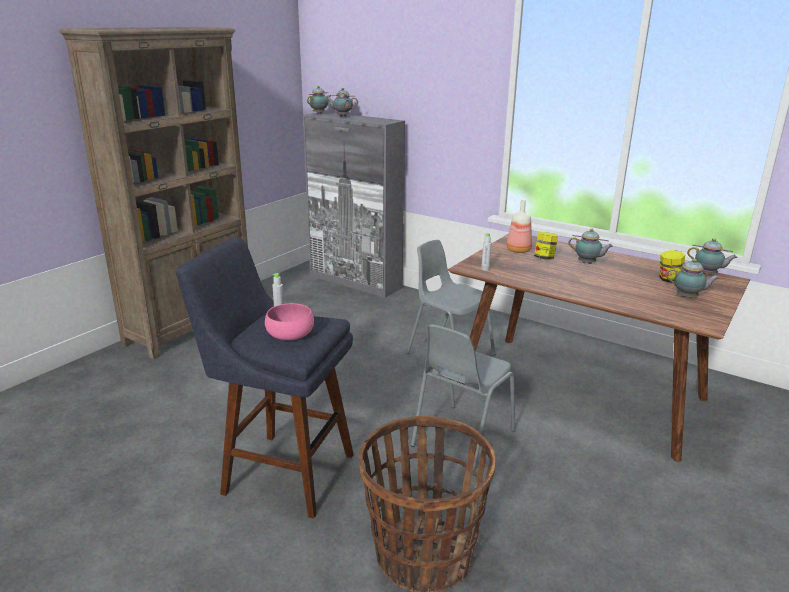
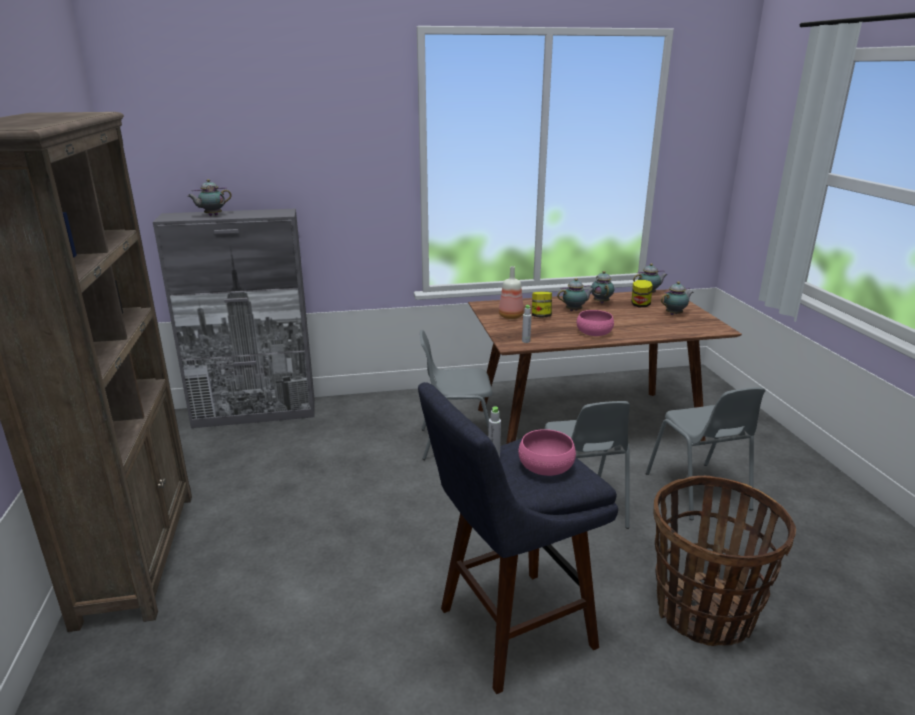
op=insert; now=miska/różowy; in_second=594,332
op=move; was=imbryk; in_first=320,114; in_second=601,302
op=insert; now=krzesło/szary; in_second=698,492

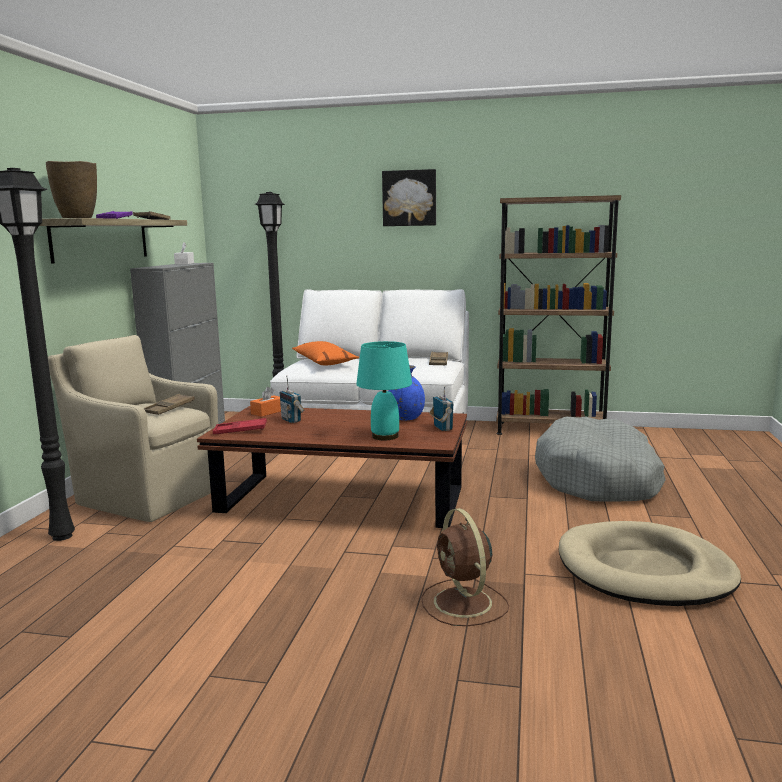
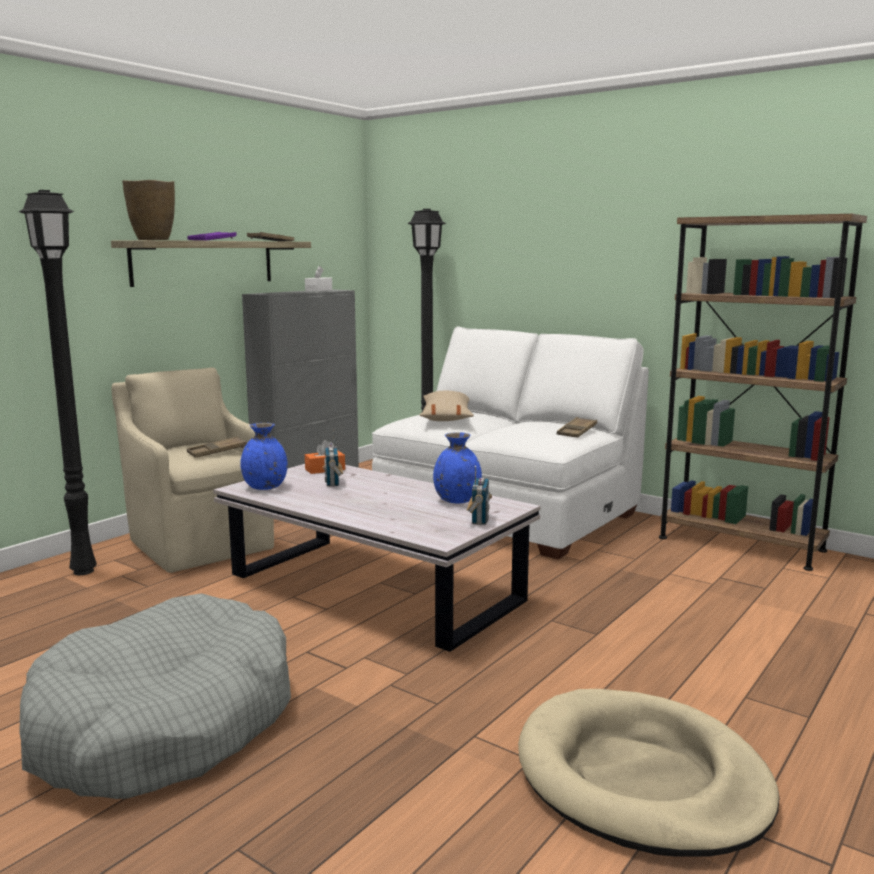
op=move; was=legowisko/szary; in_first=599,479; in_second=164,723
op=recolor; was=ława/brązowy; now=ława/biały; in_first=342,501; in_second=374,590
op=replace; was=taca/czerwony; now=wazon/niebieski; in_first=240,430; in_second=265,487
op=recolor; was=poduszka/pomarańczowy; now=poduszka/beżowy; in_first=324,362; in_second=446,417
op=delete; was=lampa stołowa/turkusowy; in_first=385,436
op=delete; was=obraz; in_first=409,198
op=delete; was=wentylator/brązowy; in_first=464,603

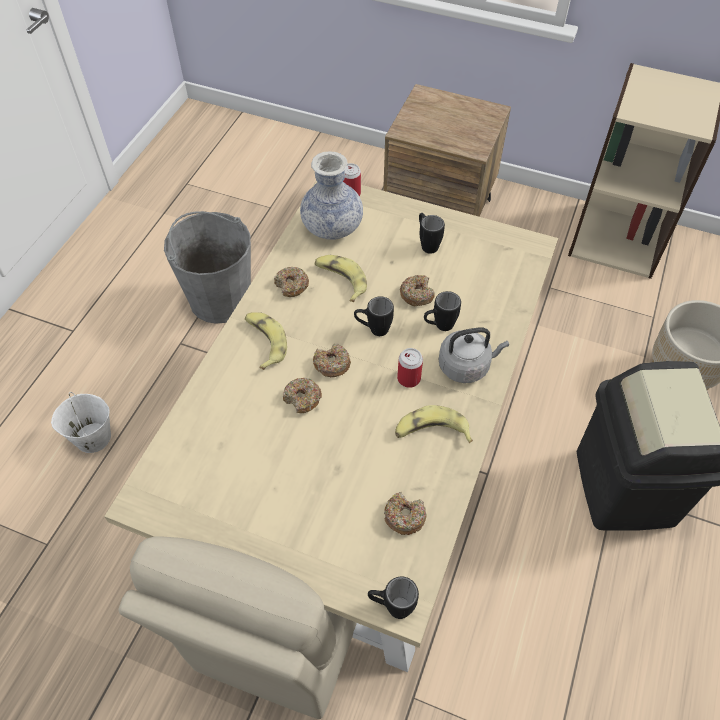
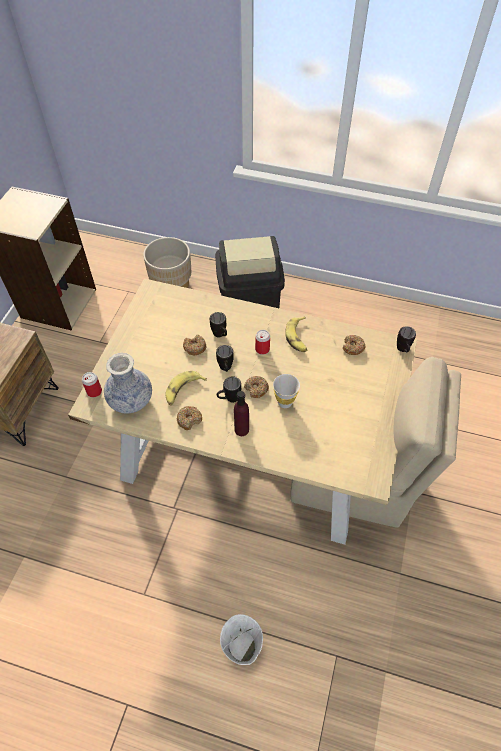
op=move; was=kubek/czarny; in_first=427,243; in_second=229,399
op=replace; was=banan; now=butelka/fioletowy; in_first=265,342; in_second=241,429
op=replace; was=donut; now=filiżanka/biały; in_first=302,399; in_second=285,402
op=delete; was=wiadro/szary; in_first=220,298
op=delete; was=czajnik/szary; in_first=466,366

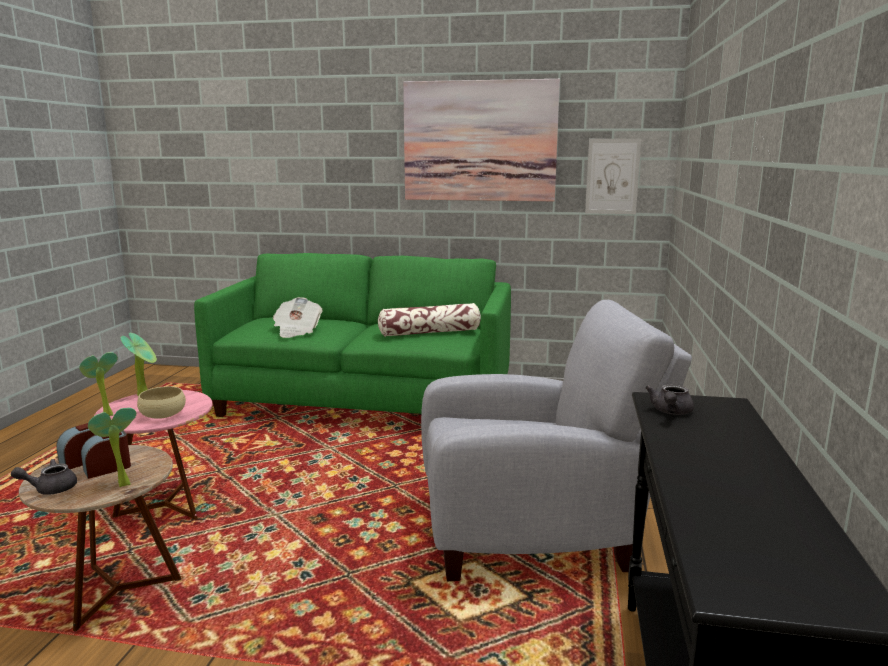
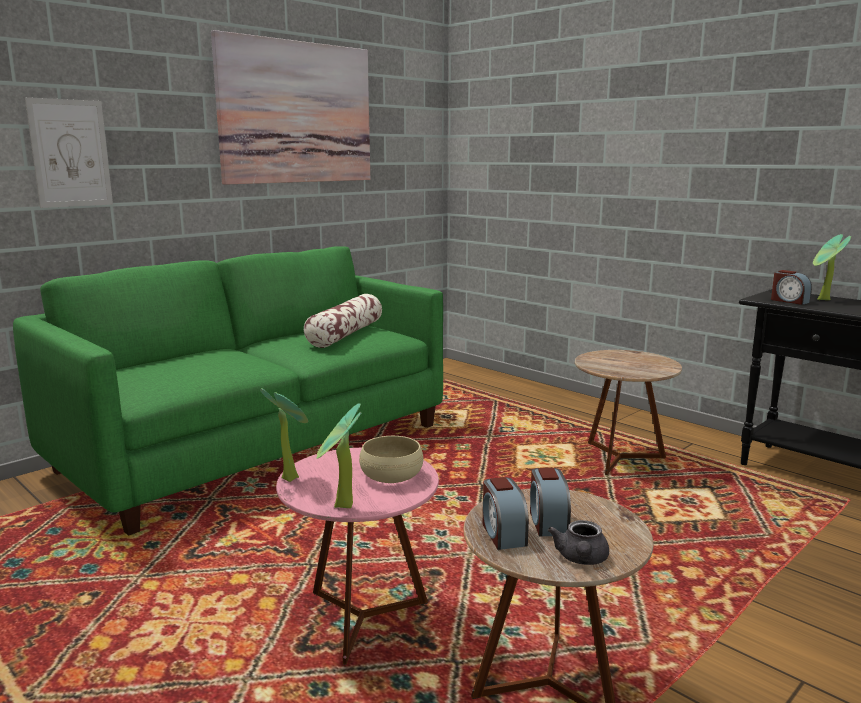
op=move; was=obraz; in_first=612,176; in_second=70,153
op=replace; was=fotel/szary; now=stolik/brązowy; in_first=535,531; in_second=620,459
op=replace; was=imbryk/szary; now=budzik; in_first=670,412; in_second=789,301
op=move; was=roślina doniczkowa; in_first=120,484; in_second=823,300
op=delete; was=gazeta; in_first=297,331

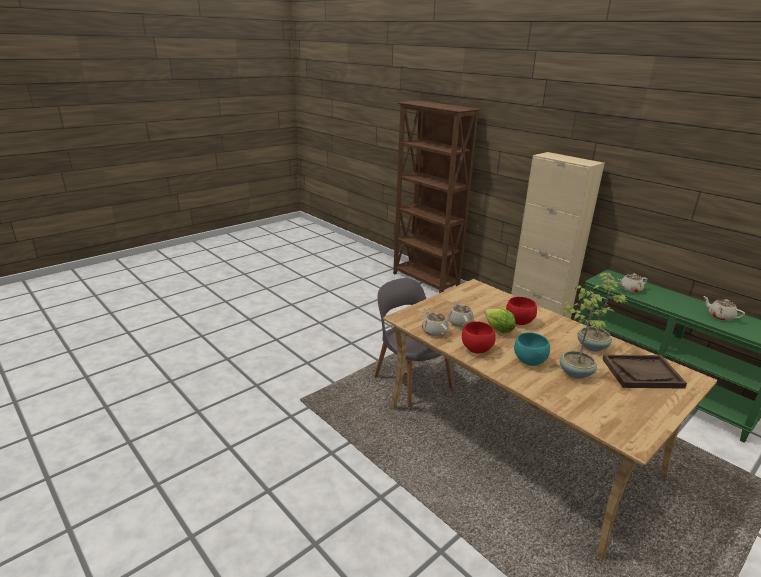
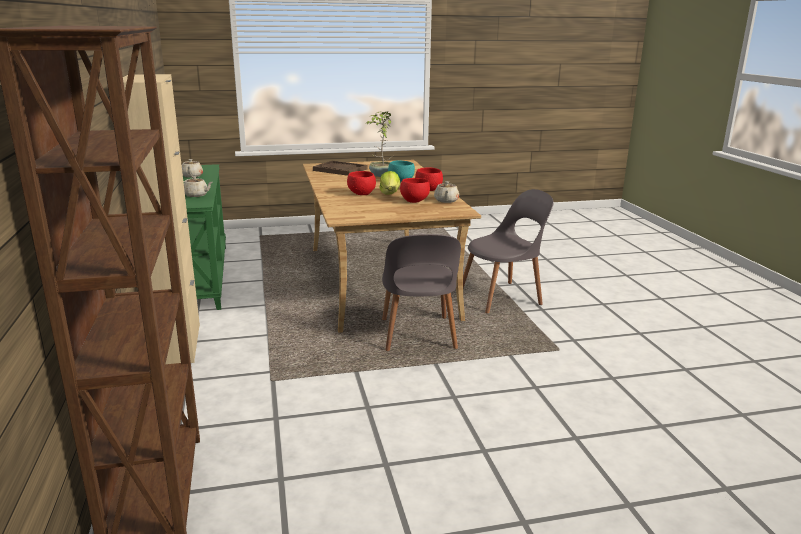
op=replace; was=imbryk/beżowy; now=miska/czerwony; in_first=460,322; in_second=414,201
op=insert; now=krzesło/szary; in_second=503,297
op=delete; was=roślina doniczkowa; in_first=591,346

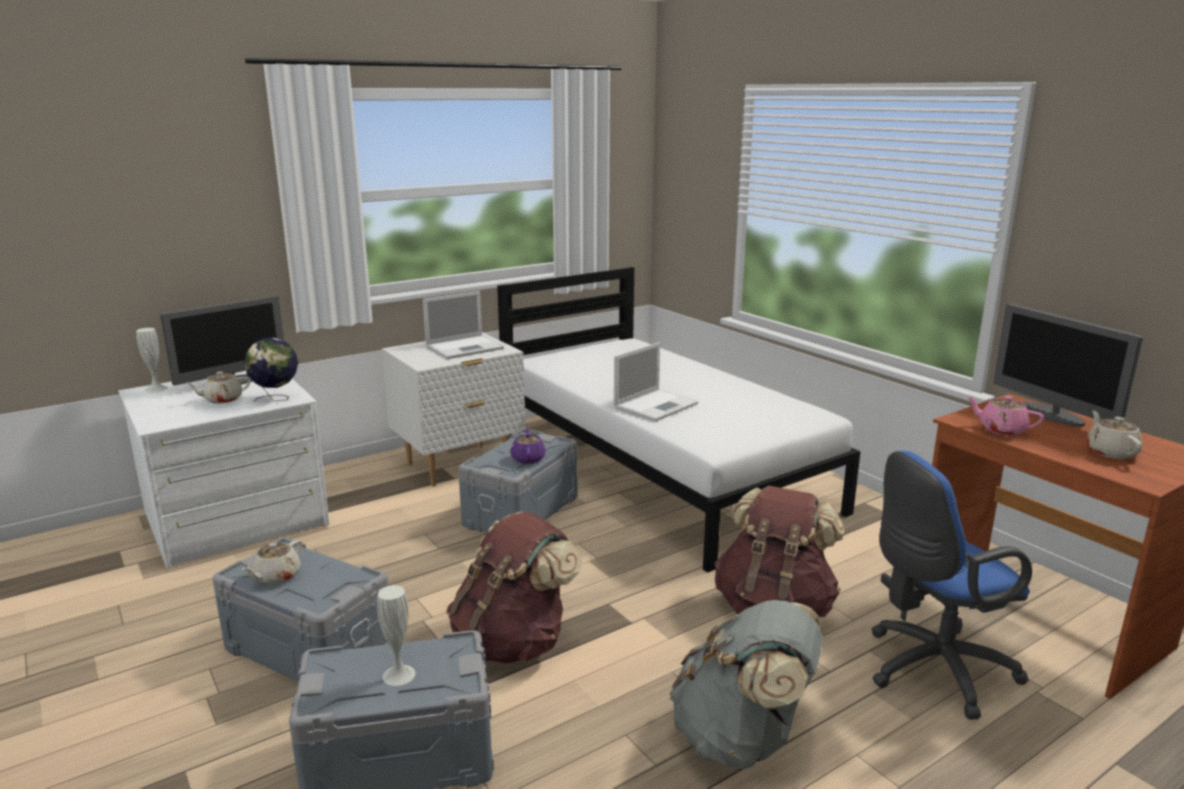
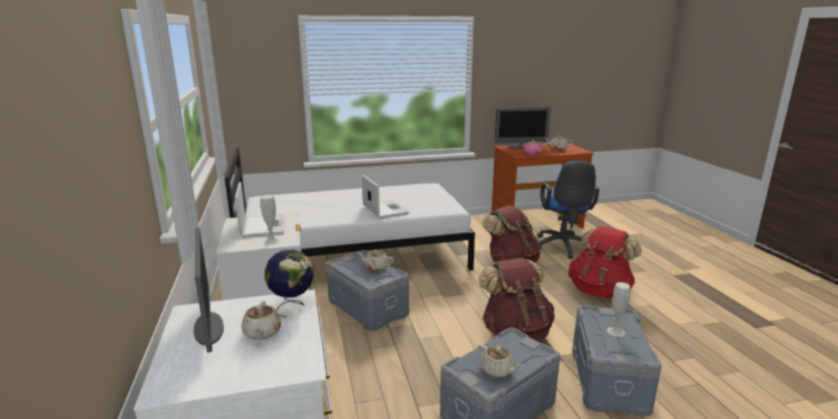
op=move; was=wazon/biały; in_first=156,389; in_second=271,241
op=recolor; was=imbryk/fioletowy; now=imbryk/beżowy; in_first=528,458; in_second=376,267
op=recolor; was=plecak/szary; now=plecak/czerwony; in_first=742,739; in_second=599,291

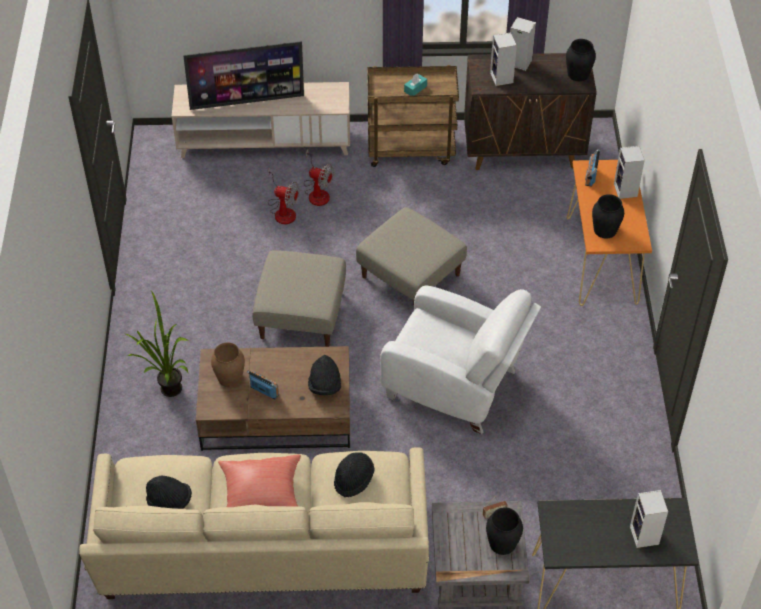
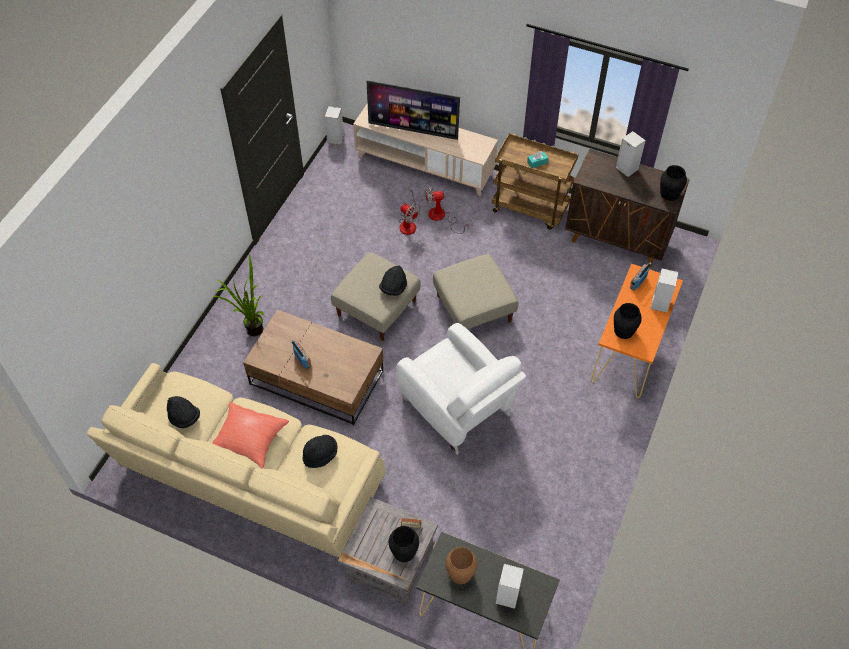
op=move; was=głośnik; in_first=502,78; in_second=335,139
op=move; was=kapelusz/czarny; in_first=325,385; in_second=393,288
op=rotate; was=wentylator; in_first=317,192; in_second=441,217; clockwise=120
op=move; was=wazon/brązowy; in_first=230,377; in_second=460,573

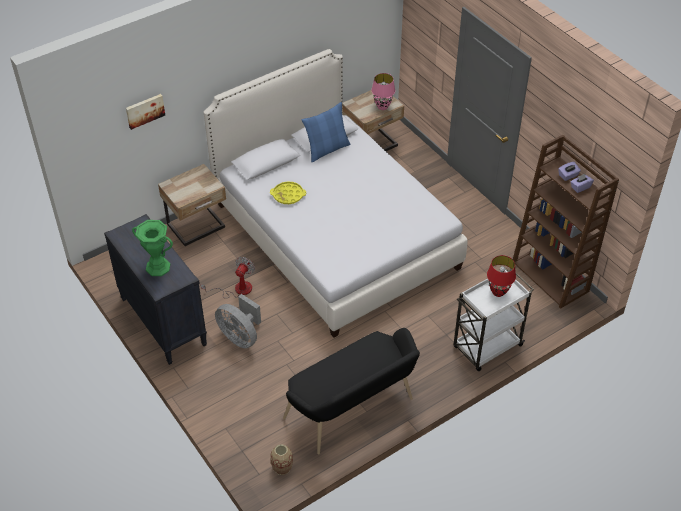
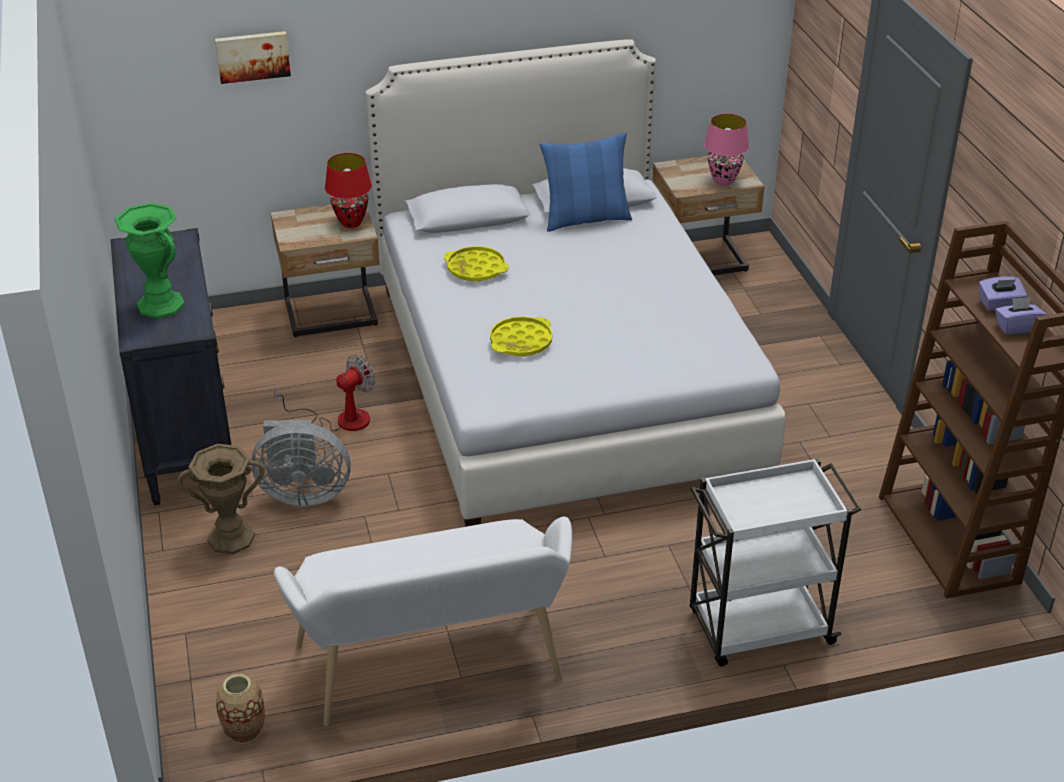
op=insert; now=wazon/brązowy; in_second=231,538
op=rotate; was=wentylator/szary; in_first=240,336; in_second=303,493; clockwise=-60
op=recolor; was=ławka/czarny; now=ławka/biały; in_first=353,411; in_second=434,670
op=move; was=lampa stołowa/czerwony; in_first=498,292; in_second=351,223
op=insert; now=taca/żółty; in_second=521,342

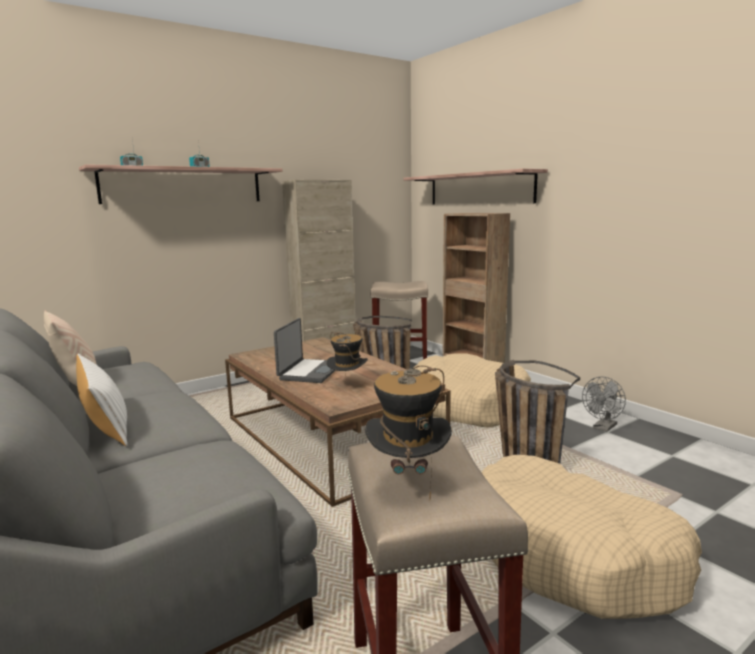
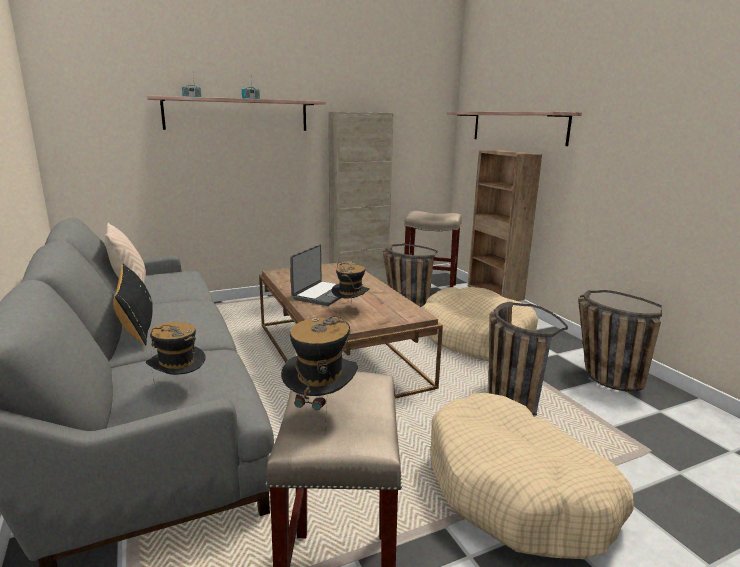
op=recolor; was=poduszka/biały; now=poduszka/czarny; in_first=105,424; in_second=137,324
op=insert; now=kapelusz; in_second=179,387
op=replace; was=wentylator/szary; now=koszyk; in_first=603,428; in_second=600,375

